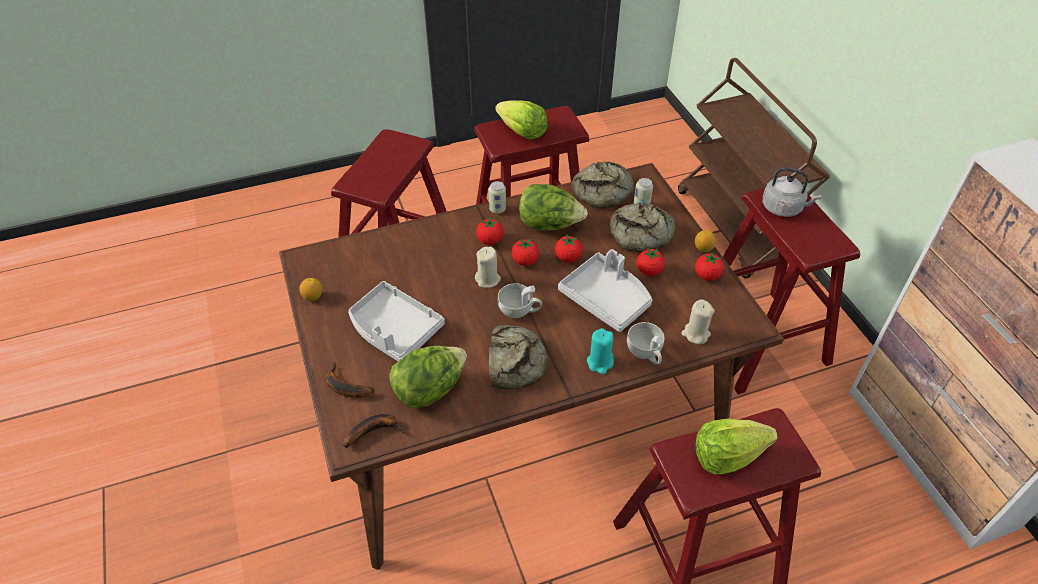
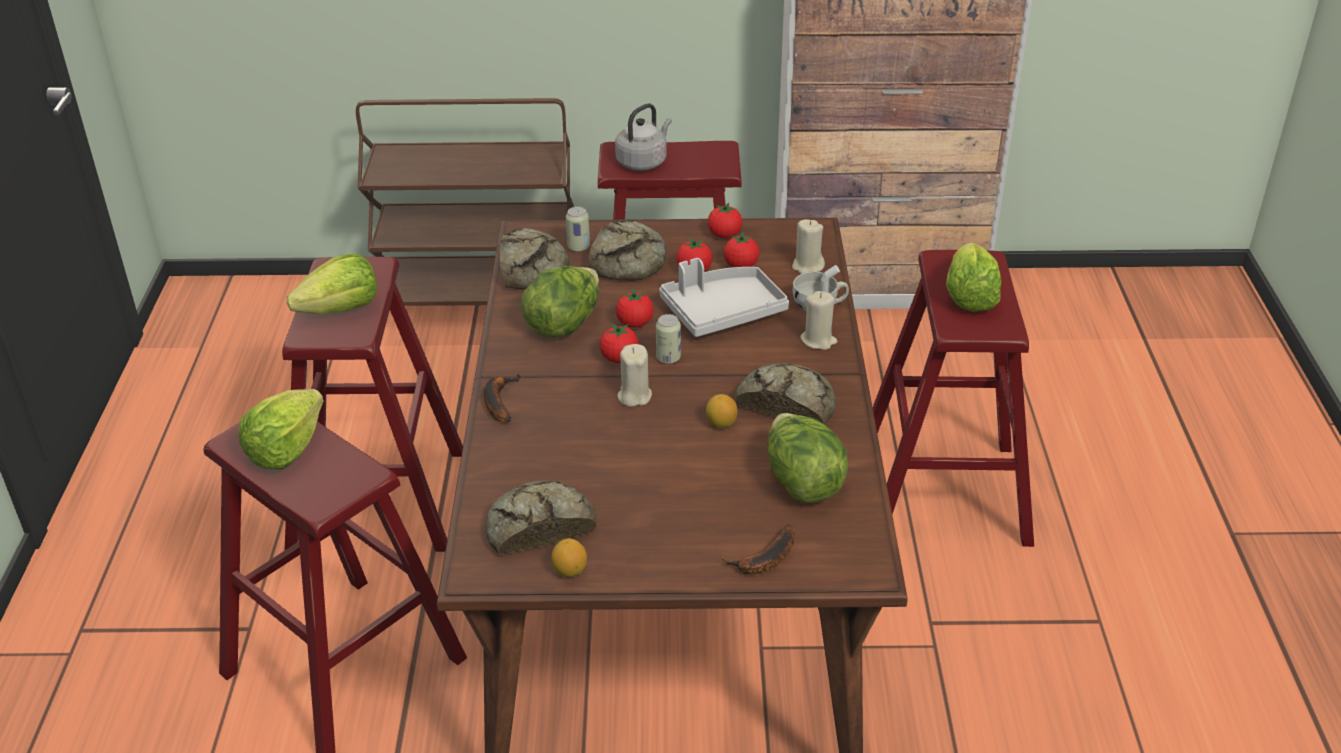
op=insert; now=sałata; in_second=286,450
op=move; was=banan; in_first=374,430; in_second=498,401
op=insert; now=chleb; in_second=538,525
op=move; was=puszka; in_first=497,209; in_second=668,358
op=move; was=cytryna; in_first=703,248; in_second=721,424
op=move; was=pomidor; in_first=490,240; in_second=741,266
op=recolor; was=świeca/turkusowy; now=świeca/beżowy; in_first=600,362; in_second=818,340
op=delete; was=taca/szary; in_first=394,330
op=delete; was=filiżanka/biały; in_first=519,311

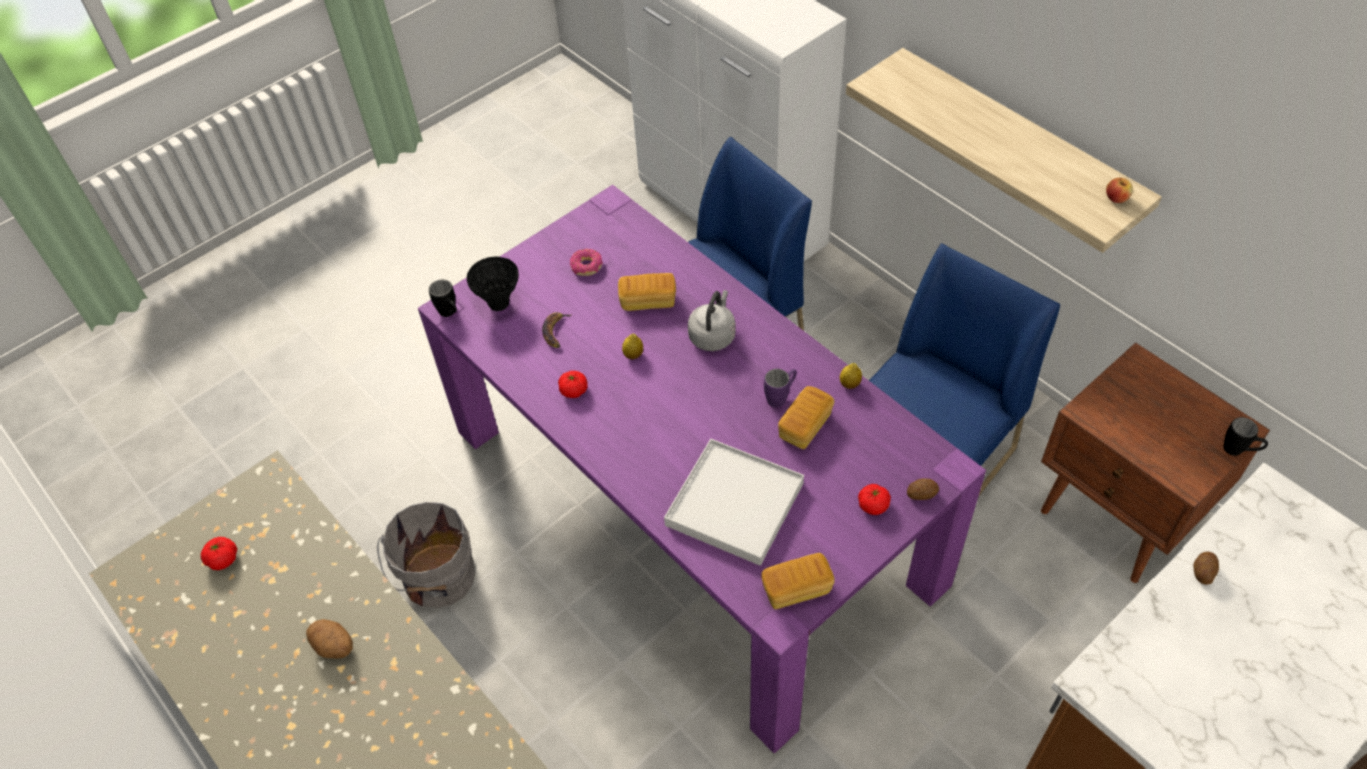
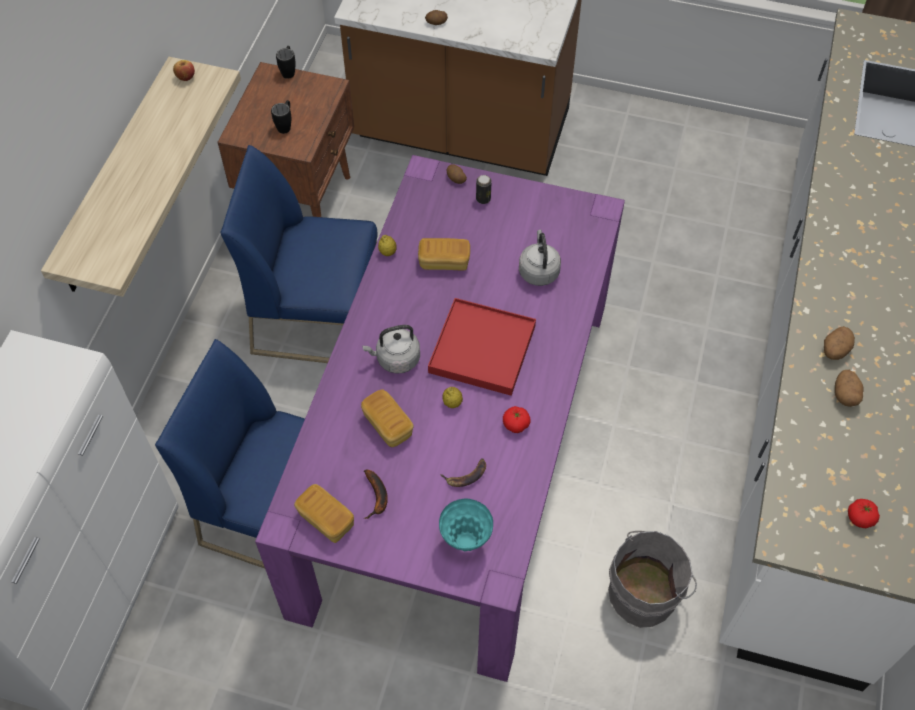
op=move; was=kubek/czarny; in_first=450,314; in_second=285,125
op=move; was=chleb; in_first=796,589; in_second=326,519
op=replace; was=donut; now=banan; in_first=587,266; in_second=377,497
op=insert; now=taca/czerwony; in_second=482,349
op=recolor; was=wazon/czarny; now=wazon/turkusowy; in_first=499,304; in_second=465,542
op=replace; was=pomidor; now=puszka; in_first=873,505; in_second=483,199
op=replace; was=taca/biały; now=czajnik/szary; in_first=735,504; in_second=538,270
op=insert; now=ziemniak; in_second=834,350
op=delete; was=kubek/fioletowy; in_first=781,397

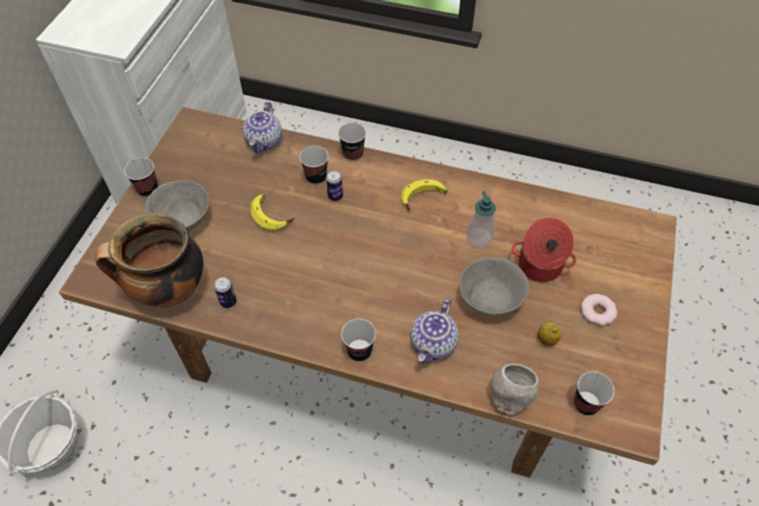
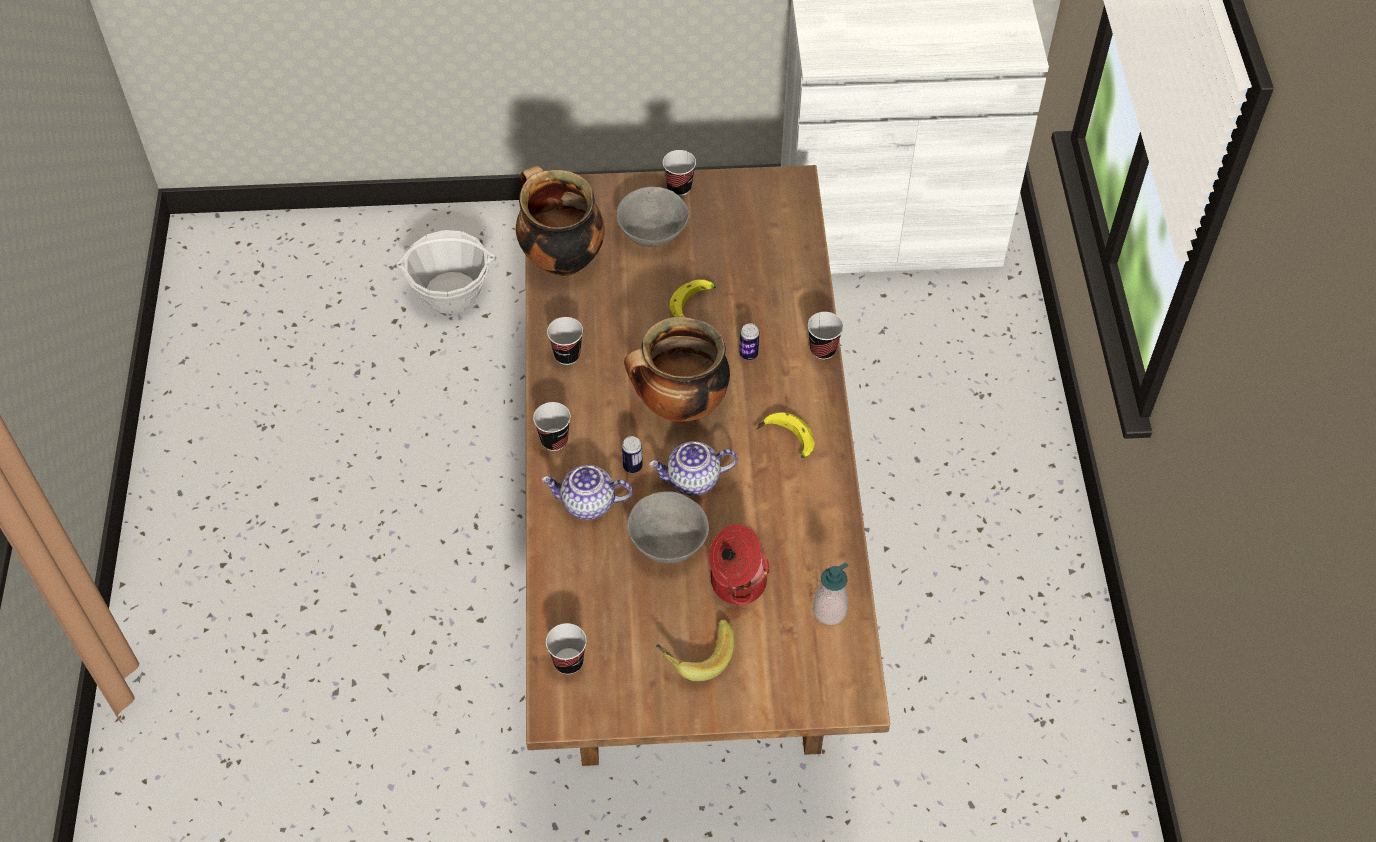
op=move; was=filiżanka; in_first=316,177; in_second=567,355
op=move; was=puszka; in_first=228,302; in_second=632,466
op=insert; now=garnek; in_second=680,407
op=move; was=imbryk; in_first=265,142; in_second=693,480
op=replace; was=donut; now=banan; in_first=598,312; in_second=695,654
op=move; was=dozownik mydła; in_first=479,238; in_second=829,611
op=delete; was=miska/szary; in_first=510,398
op=delete; was=cytryna; in_first=546,340

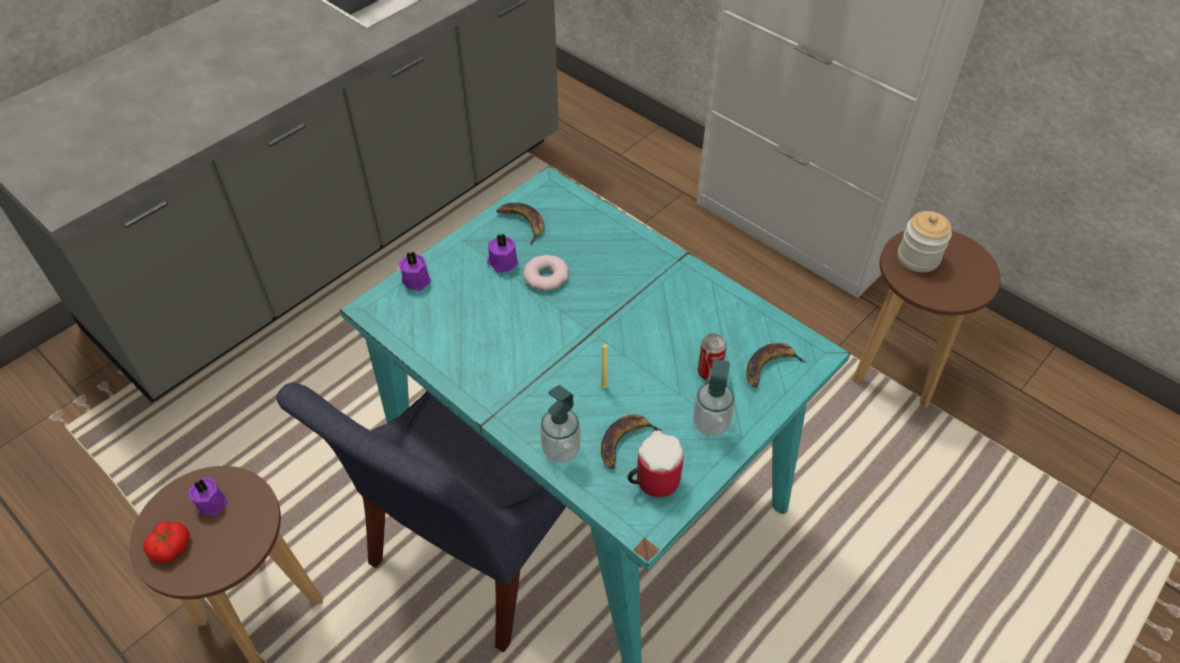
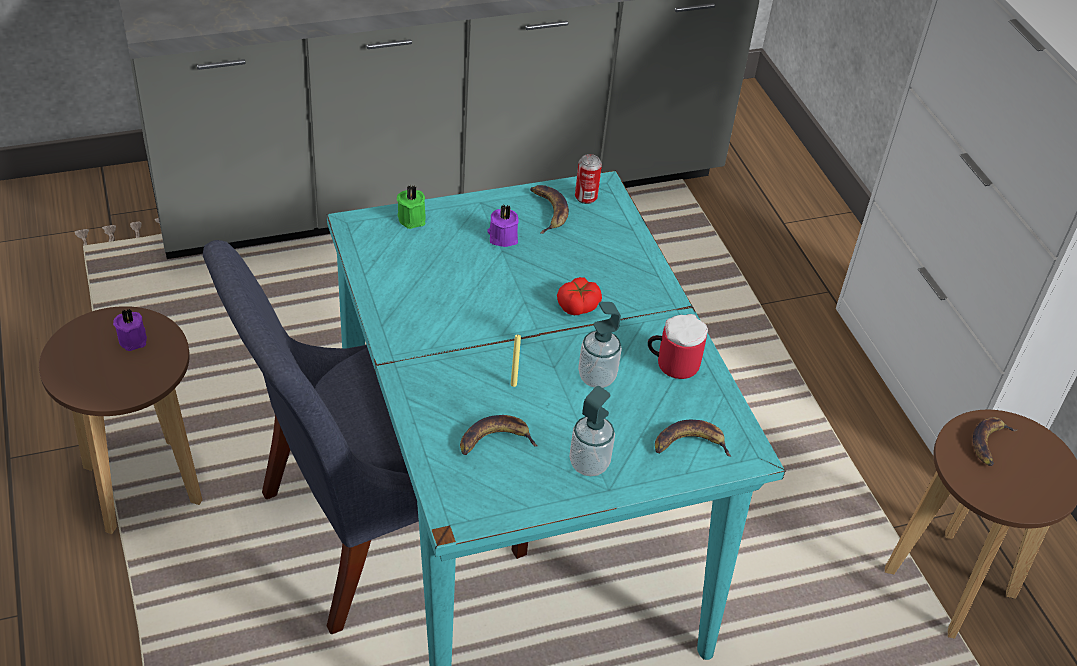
op=recolor; was=świeca/fioletowy; now=świeca/zielony; in_first=417,279; in_second=412,218
op=move; was=pomidor; in_first=171,547; in_second=578,305
op=move; was=puszka; in_first=709,372; in_second=586,197
op=move; was=dozownik mydła; in_first=561,450; in_second=597,377
op=move; was=kubek; in_first=651,480; in_second=672,362
op=replace; was=słoik; now=banan; in_first=918,258; in_second=989,443
op=delete; was=donut; in_first=546,276

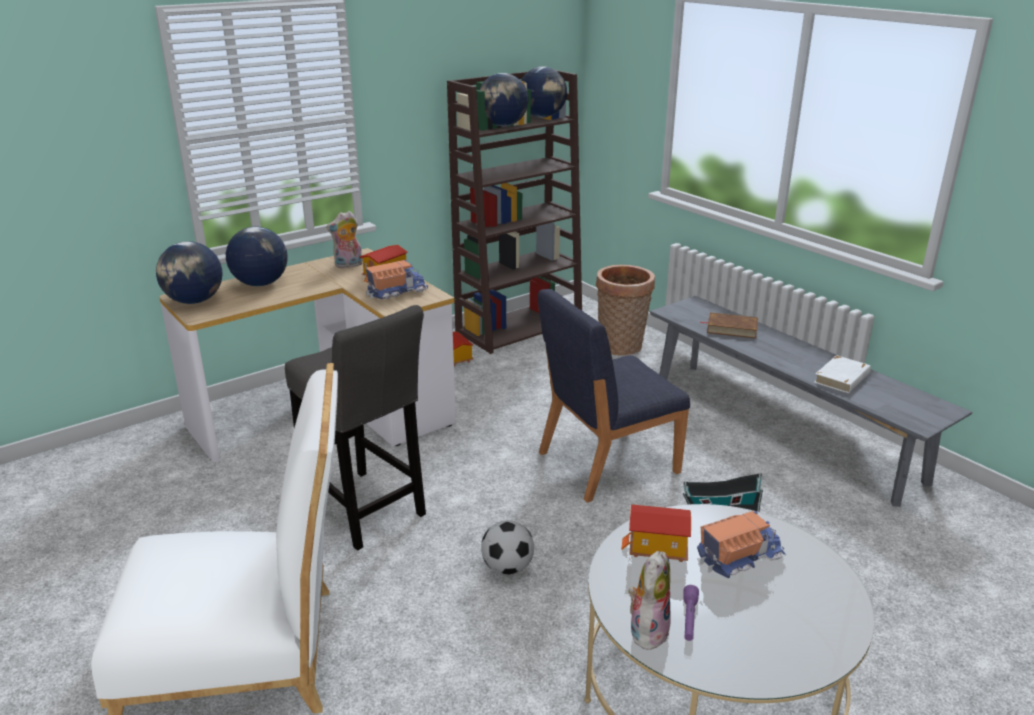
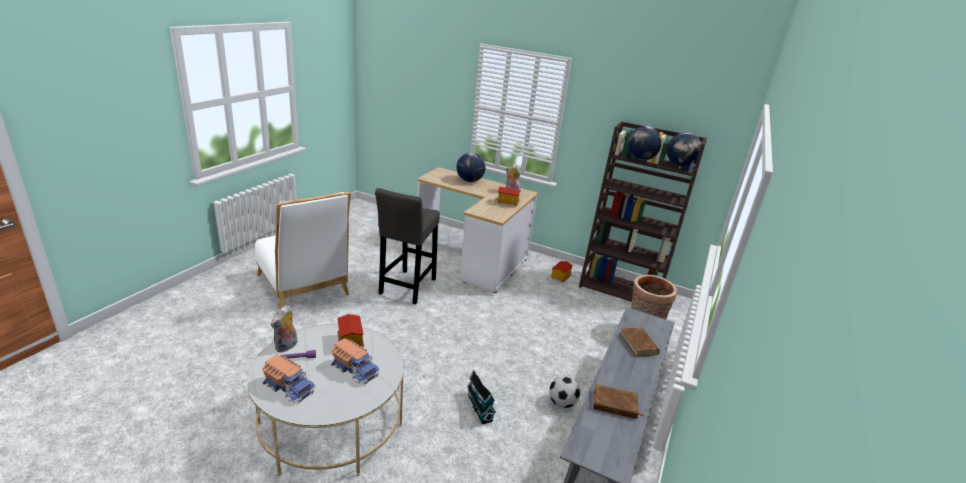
op=move; was=ciężarówka zabawkowa; in_first=396,292; in_second=289,387
op=rotate; was=pluszak; in_first=647,630; in_second=286,347; clockwise=120
op=move; was=piłka futbolowa; in_first=507,568; in_second=562,403
op=recolor; was=książka/biały; now=książka/brązowy; in_first=842,378; in_second=615,404
op=delete; was=globus; in_first=194,301
op=delete; was=krzesło/niebieski; in_first=606,462

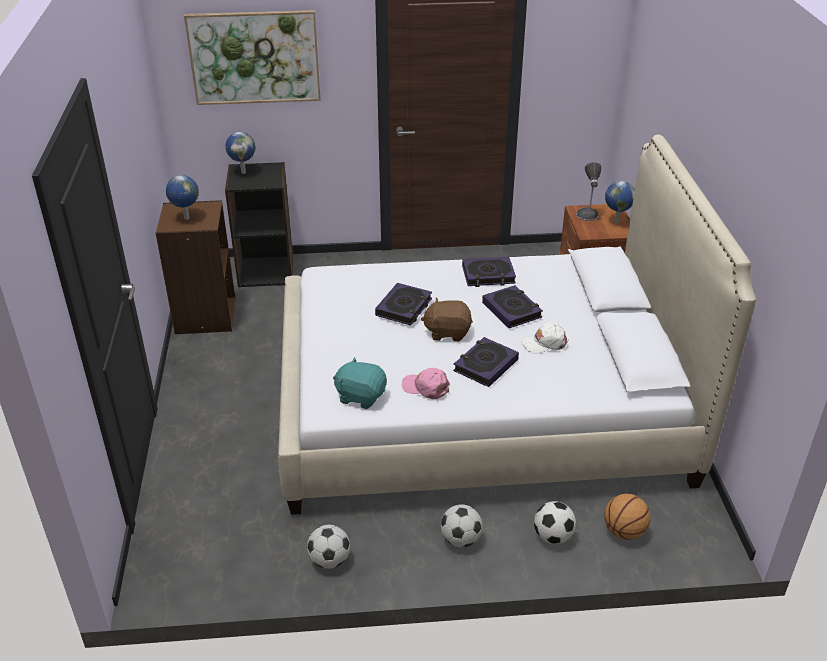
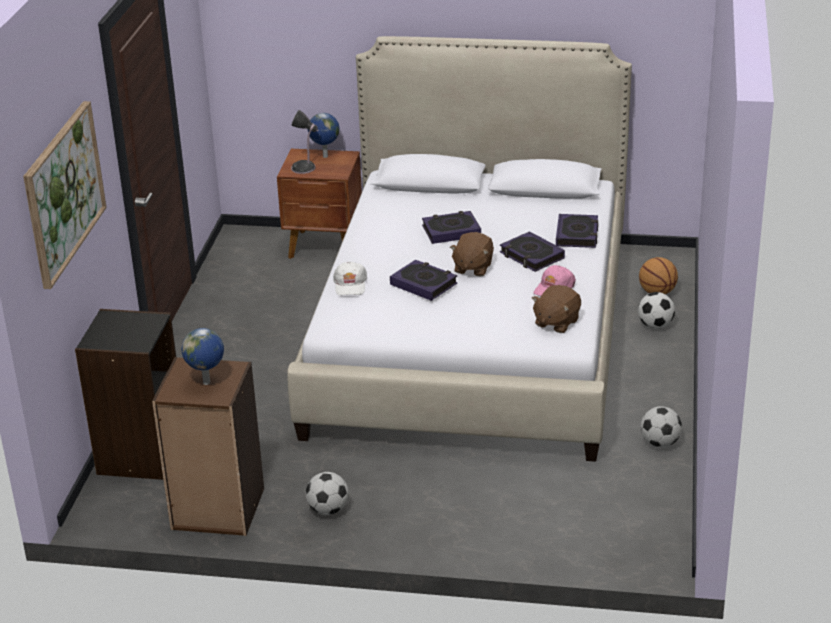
op=move; was=piłka futbolowa; in_first=460,539; in_second=328,510
op=move; was=czapka z daszkiem/biały; in_first=544,343; in_second=350,284
op=recolor; was=pluszak/turkusowy; now=pluszak/brązowy; in_first=361,396; in_second=556,322
op=move; was=książka; in_first=488,275; in_second=577,235
op=delete; was=globus; in_first=243,172

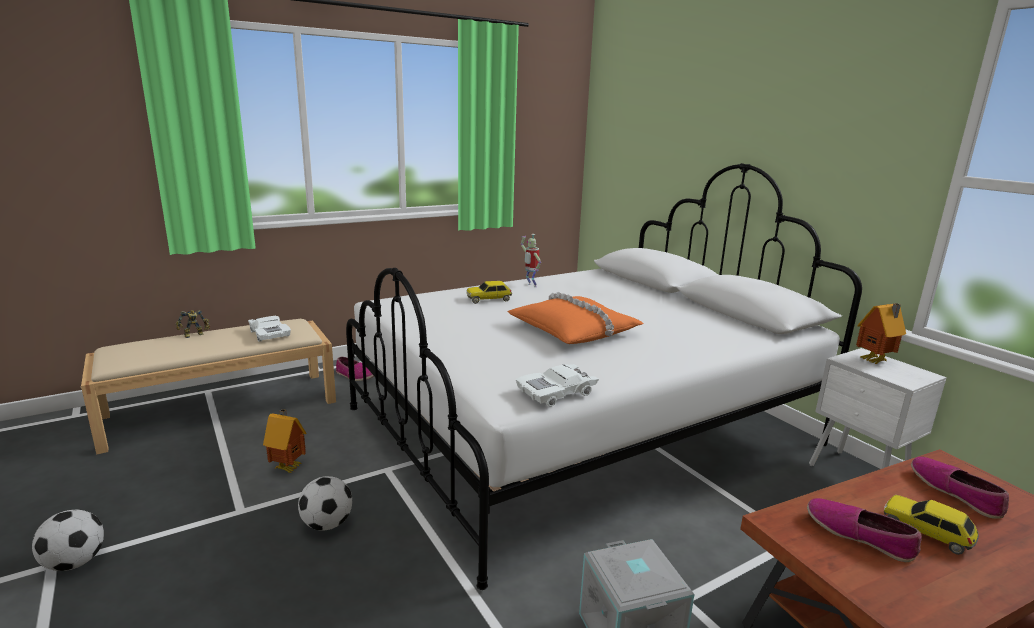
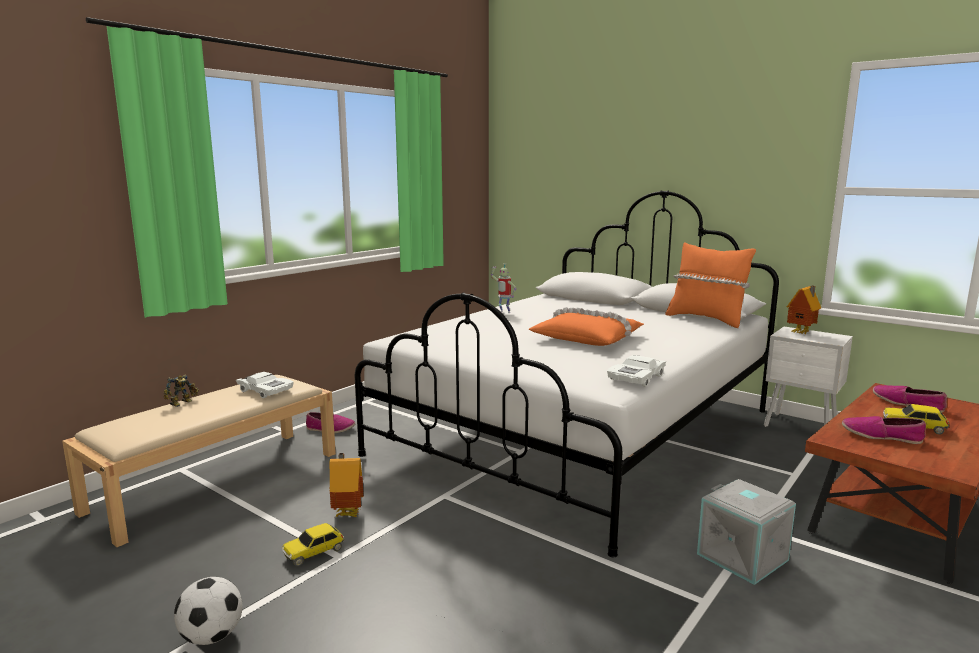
op=move; was=samochodzik; in_first=489,299; in_second=314,552
op=insert; now=poduszka/pomarańczowy; in_second=706,319
op=delete; was=piłka futbolowa; in_first=327,524

